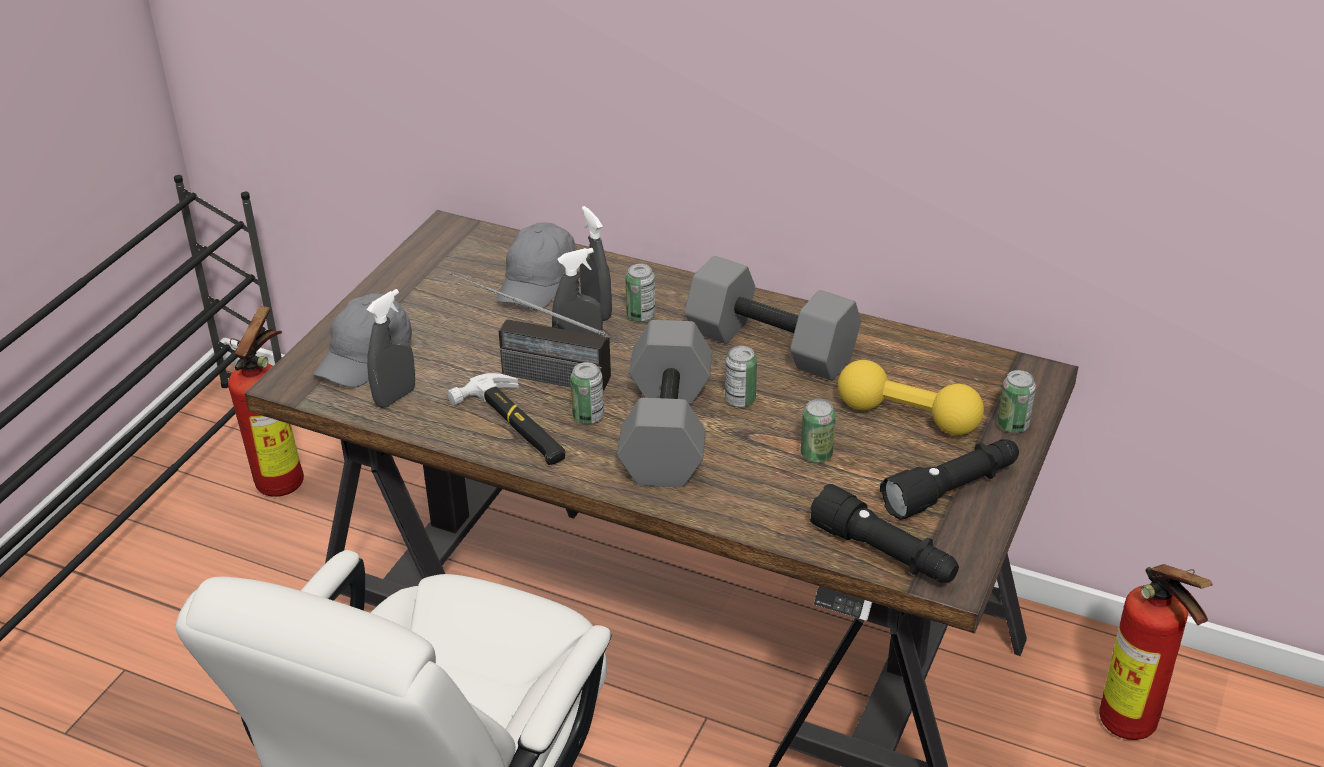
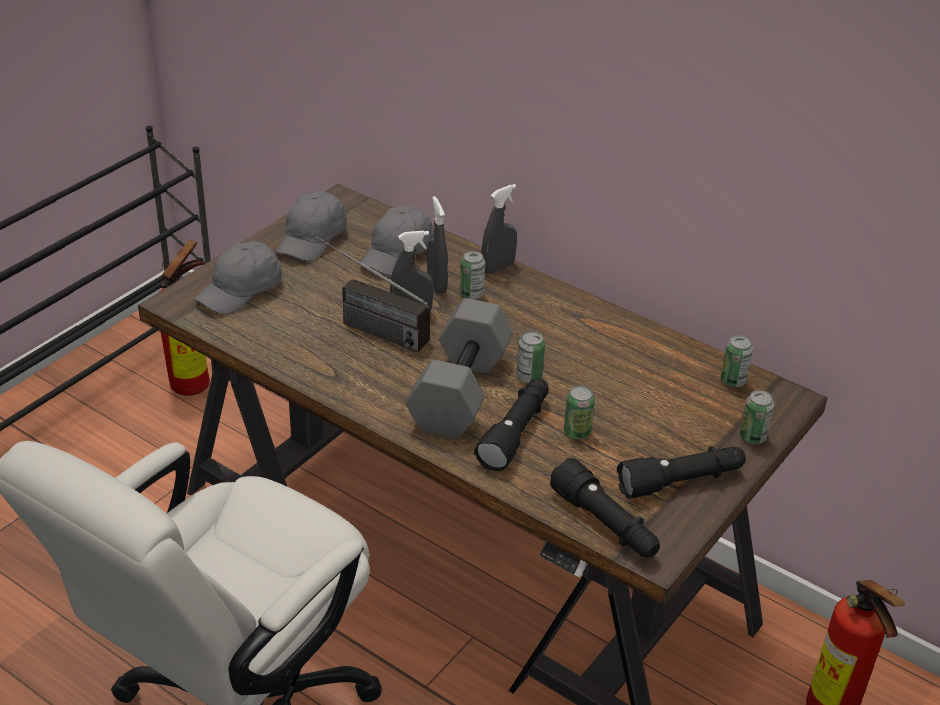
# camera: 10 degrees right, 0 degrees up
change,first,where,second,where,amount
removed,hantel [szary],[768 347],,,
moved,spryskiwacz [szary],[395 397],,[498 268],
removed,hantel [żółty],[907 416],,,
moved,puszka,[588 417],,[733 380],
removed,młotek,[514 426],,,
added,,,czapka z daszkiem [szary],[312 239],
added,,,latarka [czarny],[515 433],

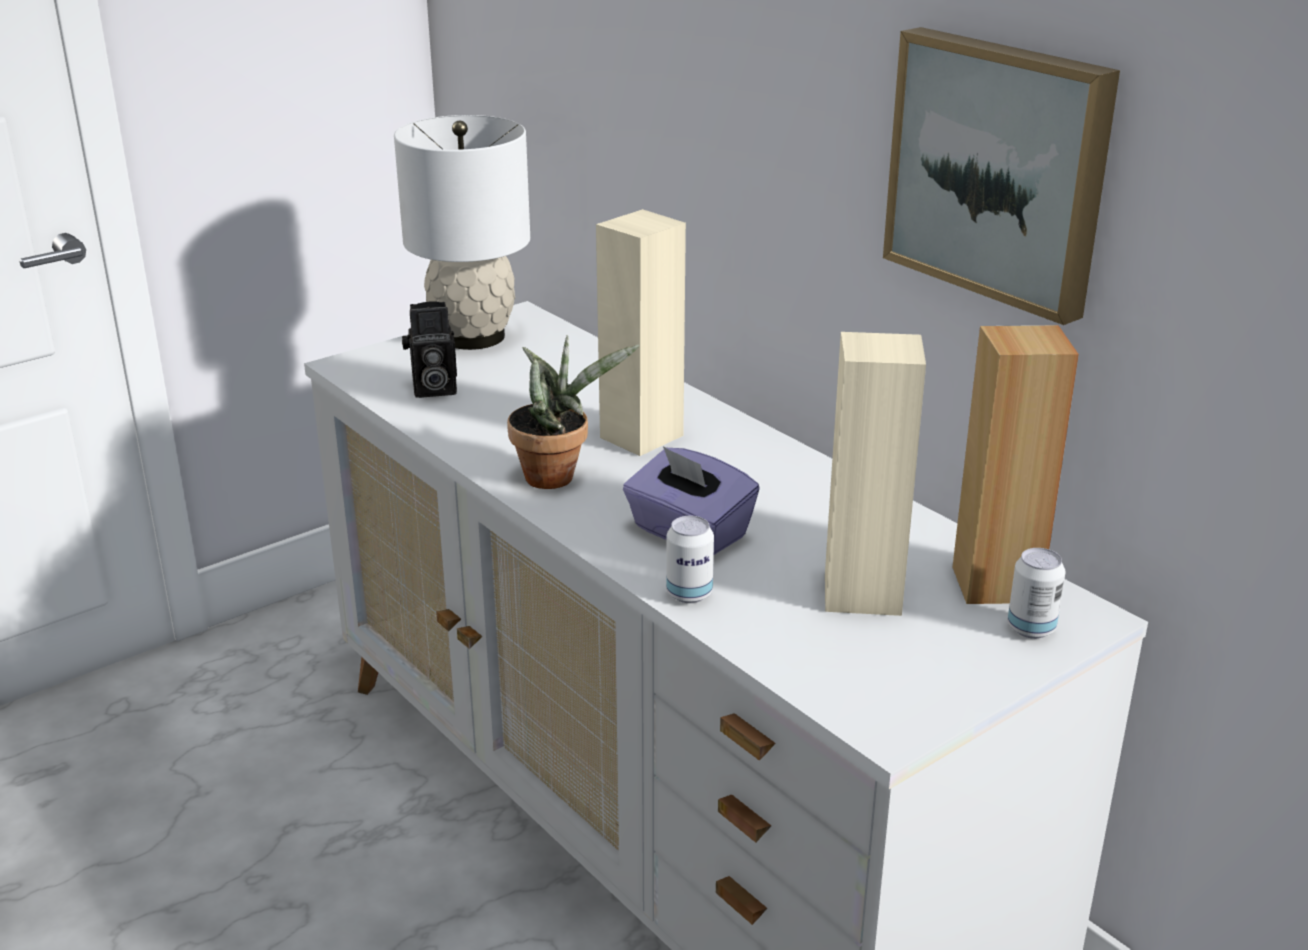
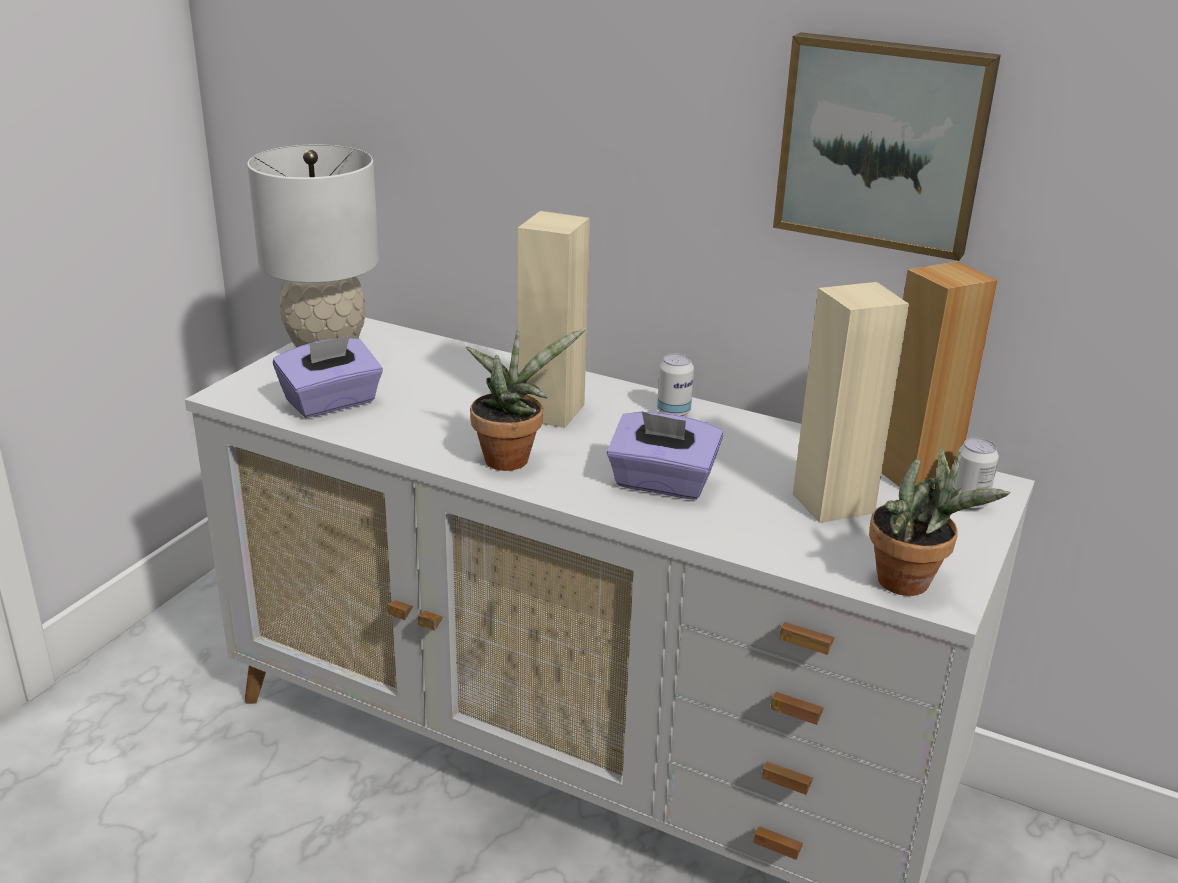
# camera: 25 degrees left, 0 degrees up
change,first,where,second,where,amount
replaced,aparat fotograficzny,[432 389],pudełko chusteczek [fioletowy],[331 403],
moved,puszka,[689 594],,[673 412],
added,,,roślina doniczkowa,[912 584],

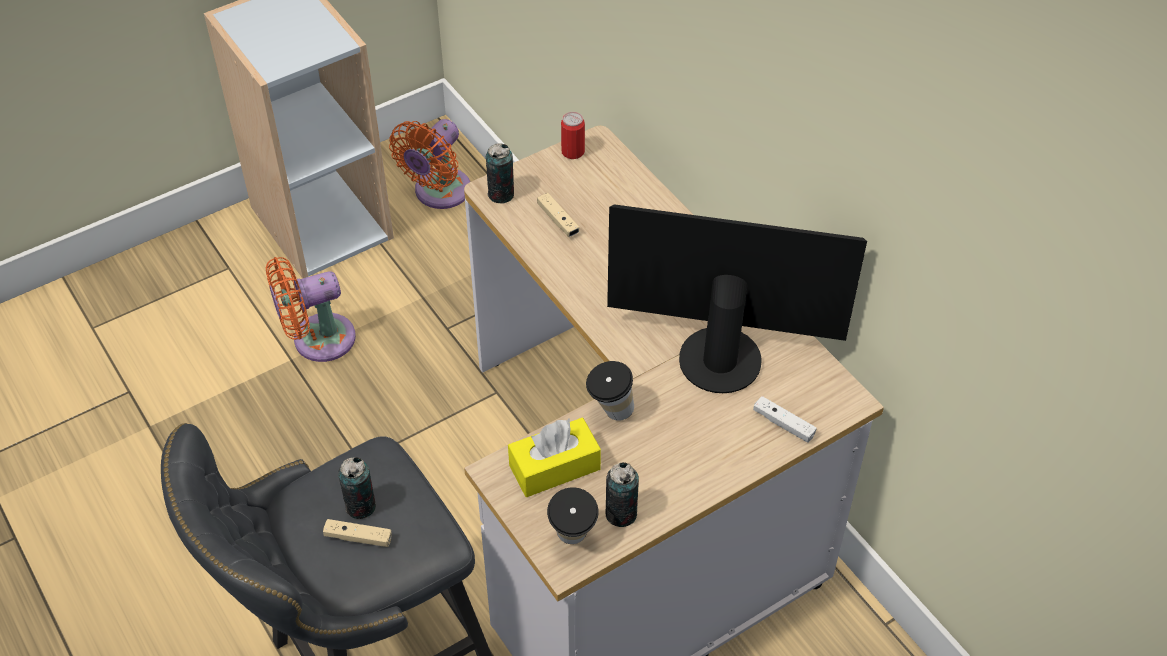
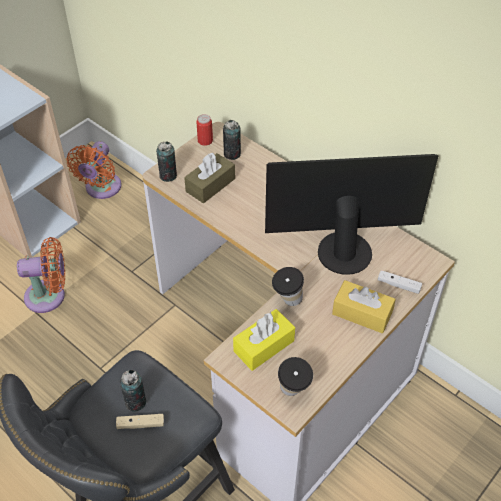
# camera: 15 degrees left, 0 degrees up
change,first,where,second,where,amount
replaced,pad do gier [beżowy],[558 220],pudełko chusteczek [brązowy],[210 185],
turned,wentylator [pomarańczowy],[317 340],,[49 296],150 degrees counterclockwise
moved,puszka,[621 514],,[232 154],
added,,,pudełko chusteczek [żółty],[362 313],

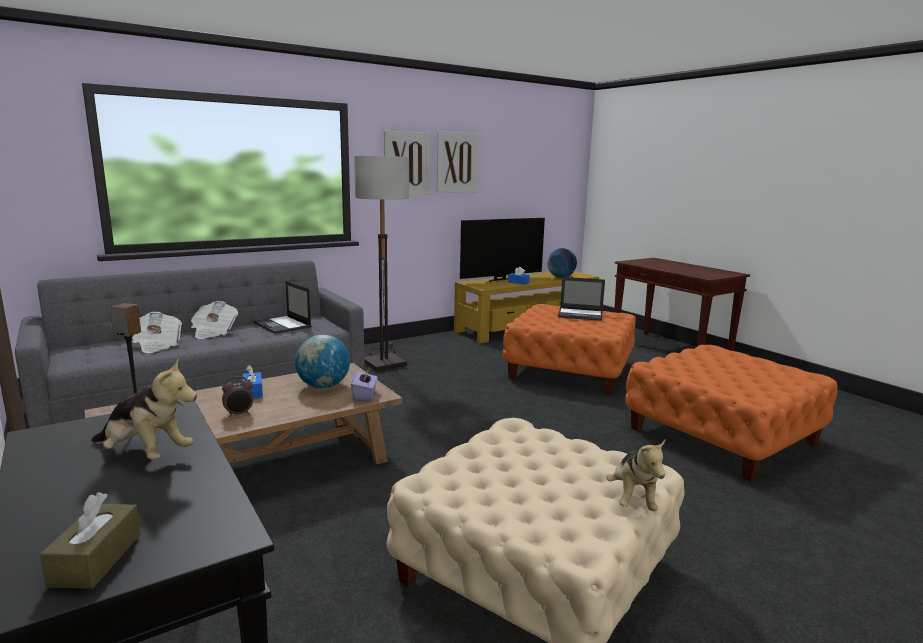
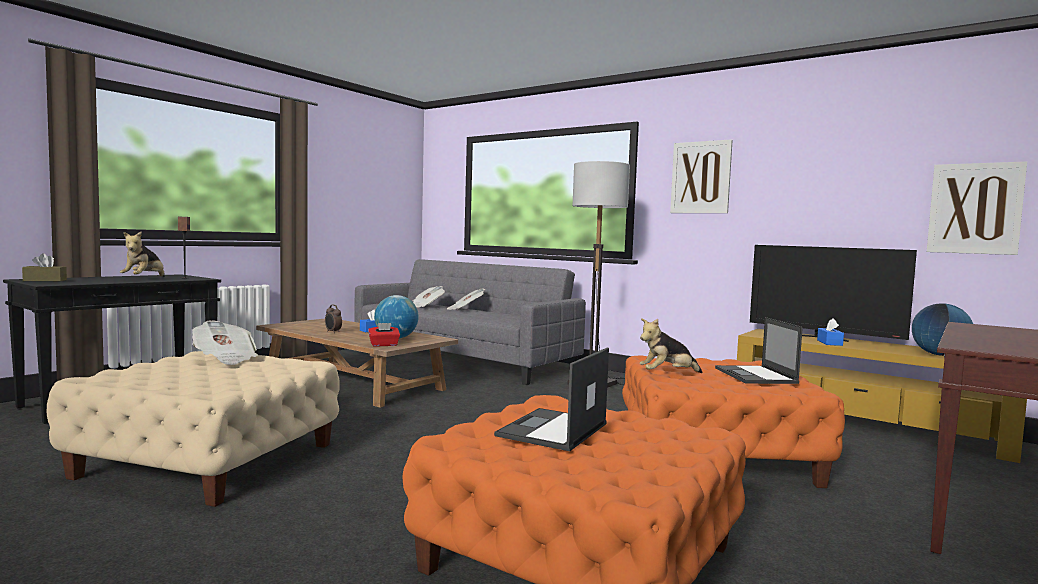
# camera: 70 degrees right, 10 degrees down
change,first,where,second,where,amount
moved,obraz,[457 162],,[974 208],
moved,laptop,[283 325],,[552 430],
recoloured,pudełko chusteczek [fioletowy],[365 395],pudełko chusteczek [czerwony],[384 345],
moved,pluszak,[632 499],,[667 374],
added,,,gazeta,[225 359],

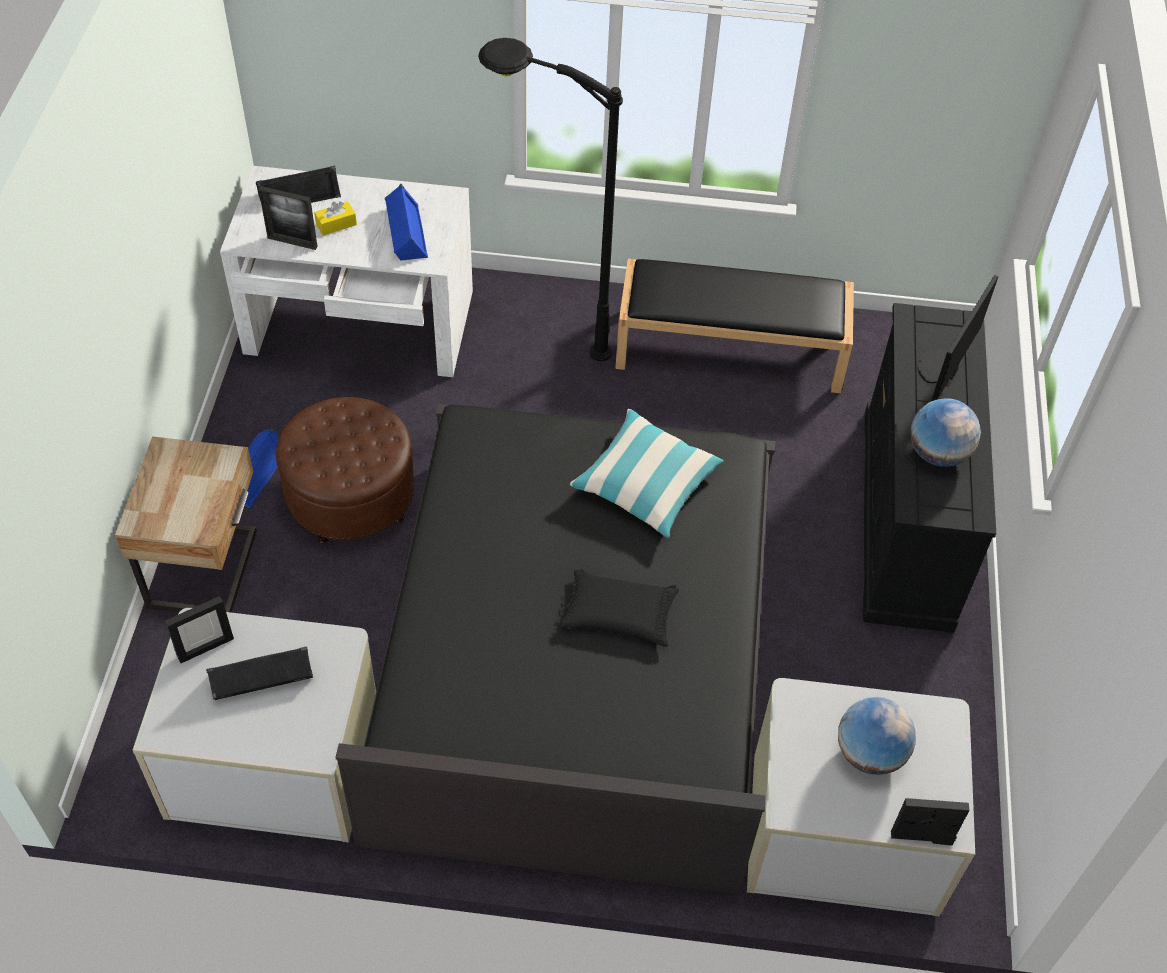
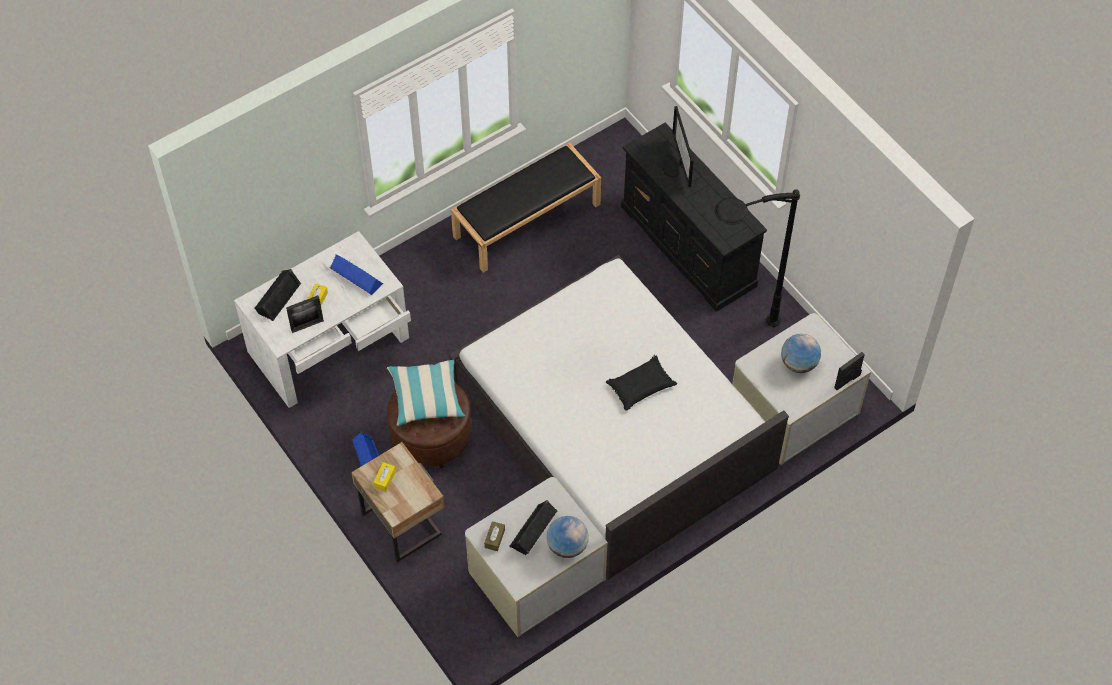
# camera: 40 degrees left, 5 degrees up
change,first,where,second,where,amount
moved,lampa stojąca [czarny],[535 334],,[731 335],
moved,globus,[937 453],,[567 546],
recoloured,łóżko [czarny],[575 657],łóżko [biały],[612 426],
moved,poduszka,[646 483],,[426 397],
replaced,ramka na zdjęcie,[205 647],pudełko chusteczek [brązowy],[494 538],
added,,,pudełko chusteczek [żółty],[384 479],

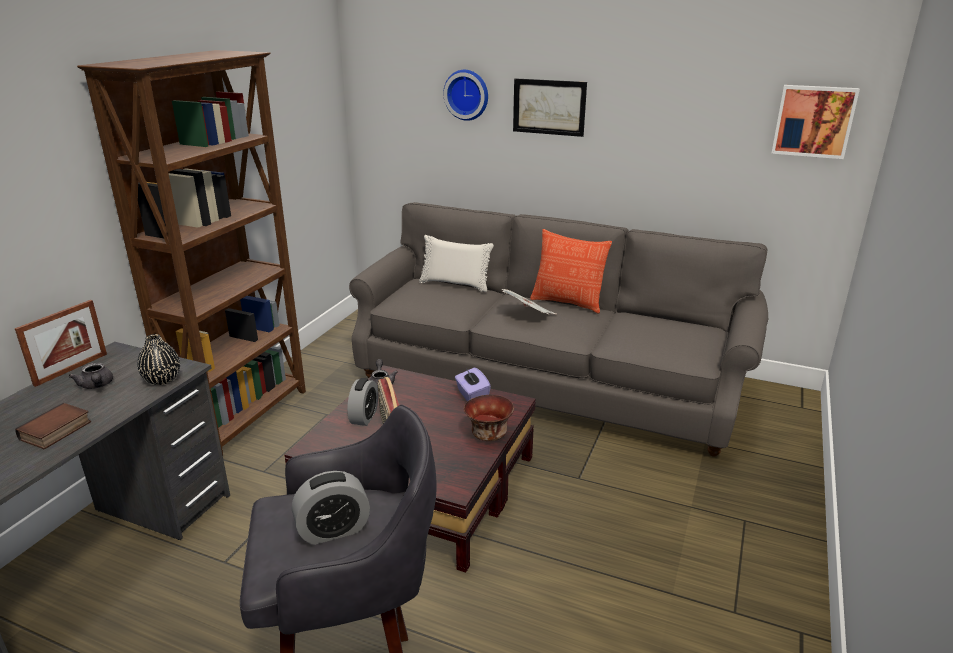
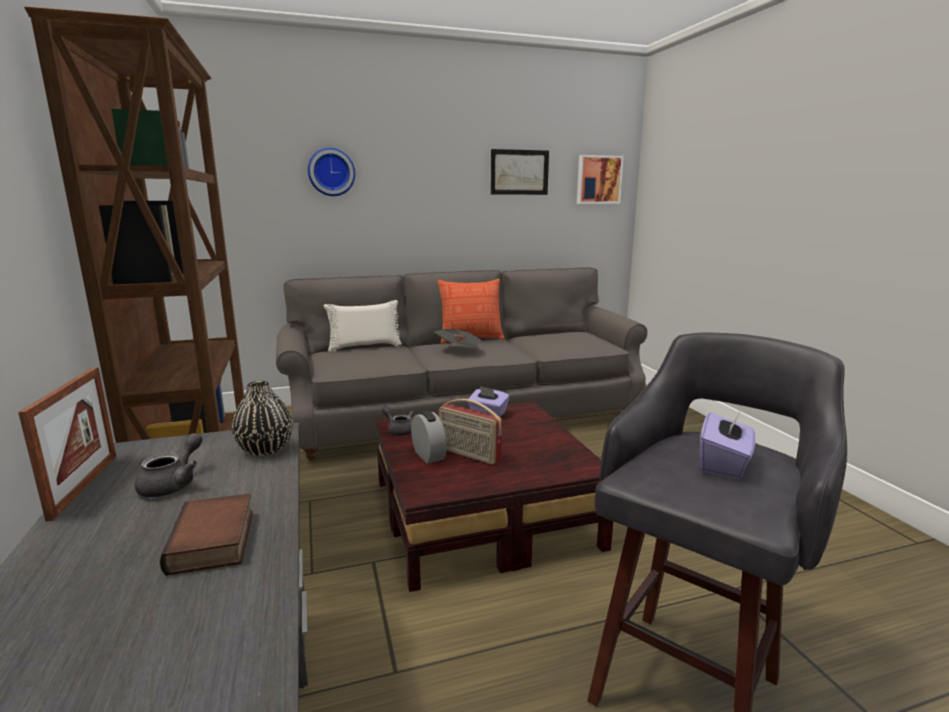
# camera: 40 degrees left, 10 degrees down
change,first,where,second,where,amount
moved,obraz,[549 107],,[519 172],
turned,imbryk [szary],[96 386],,[174 484],90 degrees counterclockwise
removed,miska,[489 435],,,
replaced,budzik,[333 530],pudełko chusteczek [fioletowy],[724 464],

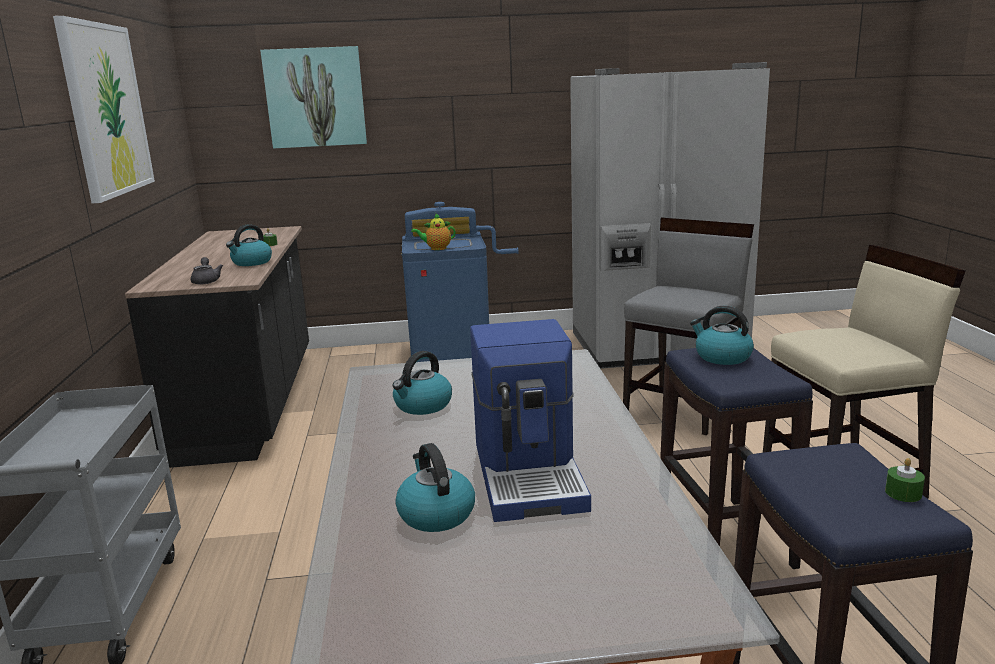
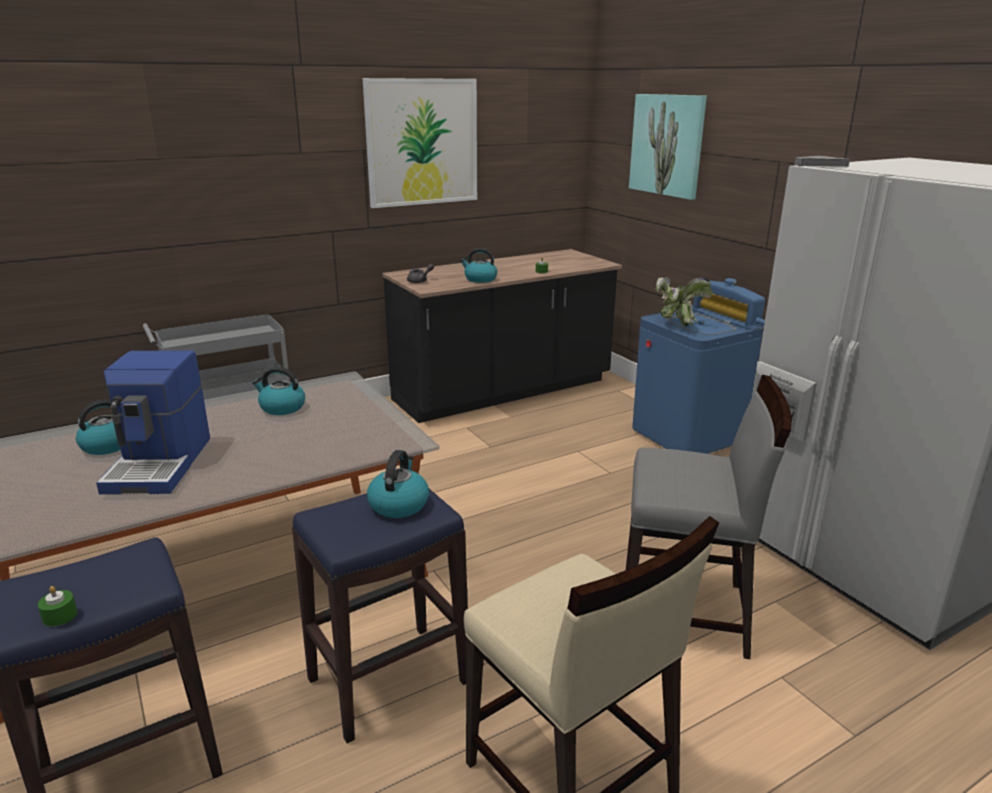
# camera: 65 degrees right, 5 degrees up
change,first,where,second,where,amount
replaced,imbryk,[436 248],roślina doniczkowa,[676 324],
turned,ekspres do kawy,[530 474],,[161 464],60 degrees counterclockwise

